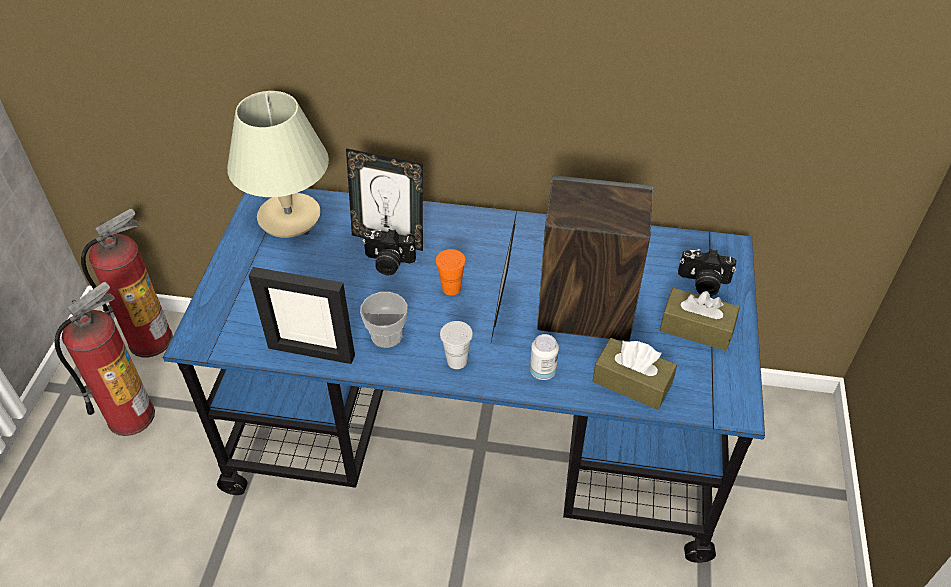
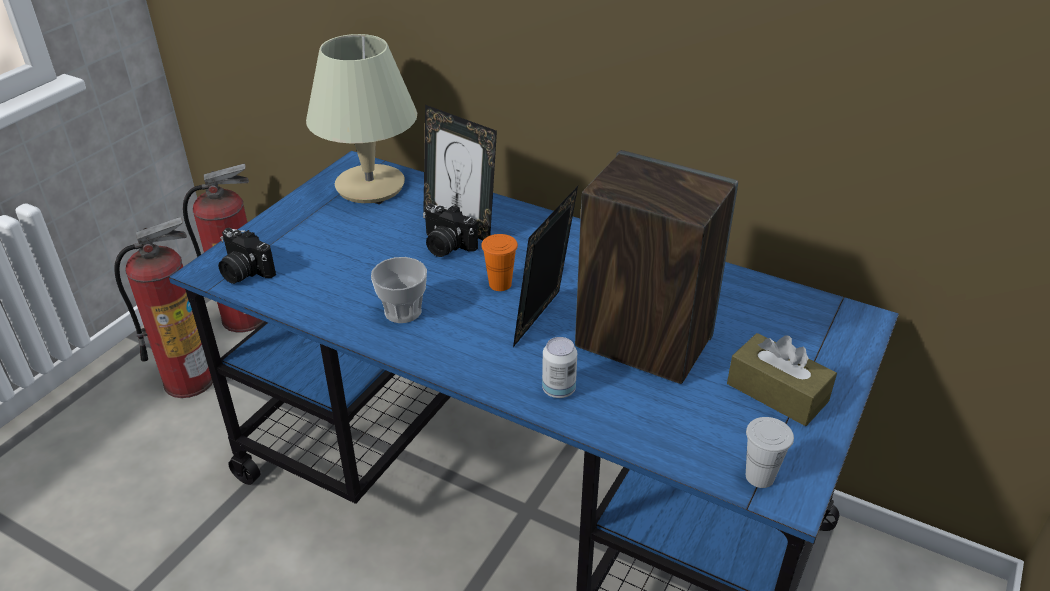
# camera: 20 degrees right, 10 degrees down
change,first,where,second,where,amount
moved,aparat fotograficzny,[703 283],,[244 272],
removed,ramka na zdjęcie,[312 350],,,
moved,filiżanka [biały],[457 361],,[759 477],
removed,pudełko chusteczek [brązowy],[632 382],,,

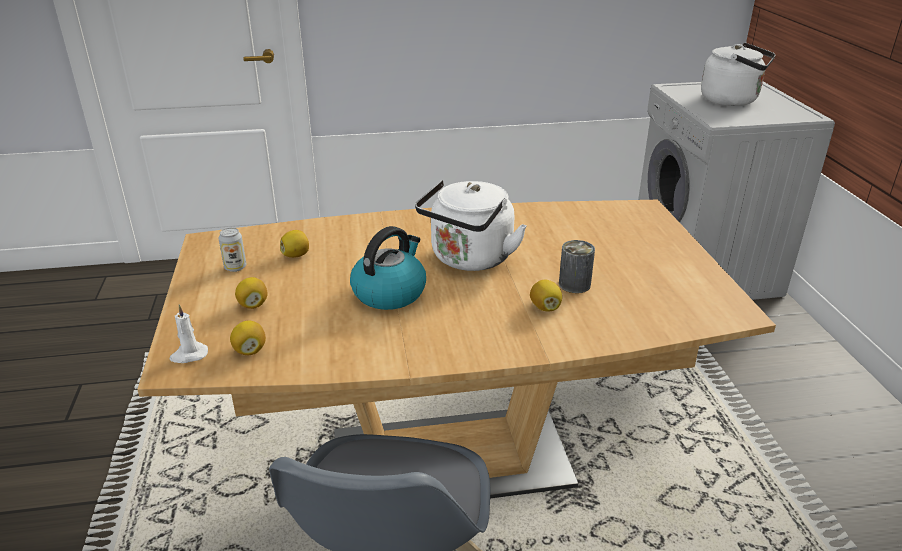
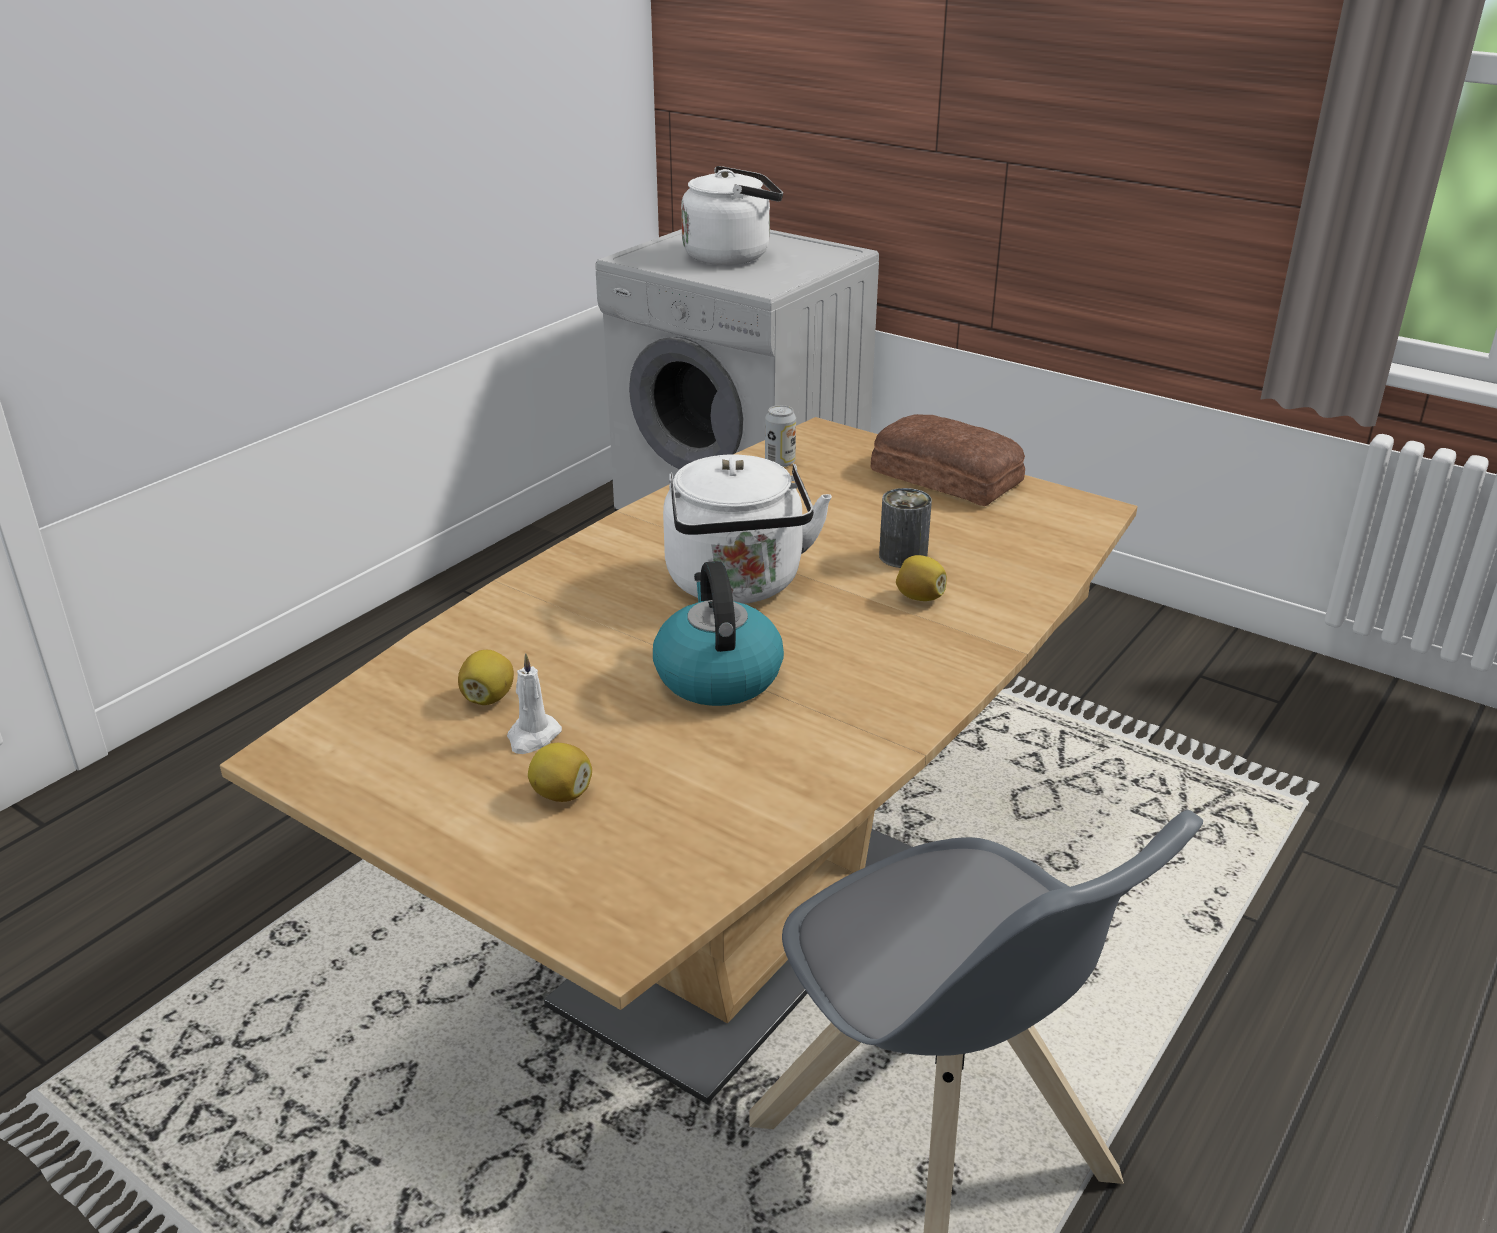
# camera: 45 degrees left, 0 degrees up
change,first,where,second,where,amount
moved,puszka,[235 267],,[780 462],
moved,świeca [biały],[189 355],,[532 737],
removed,cytryna,[250 350],,,
added,,,chleb,[946 475],

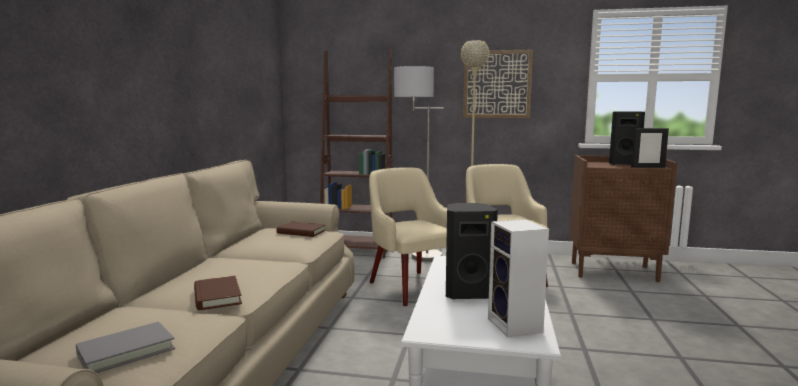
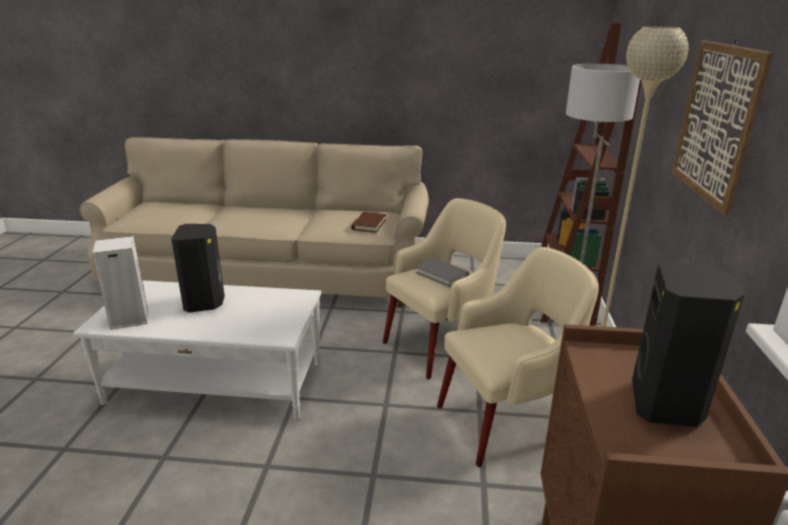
# camera: 85 degrees right, 15 degrees up
change,first,where,second,where,amount
removed,ramka na zdjęcie,[647 167],,,
removed,książka [brązowy],[217 296],,,
moved,książka [szary],[126 351],,[442 275],

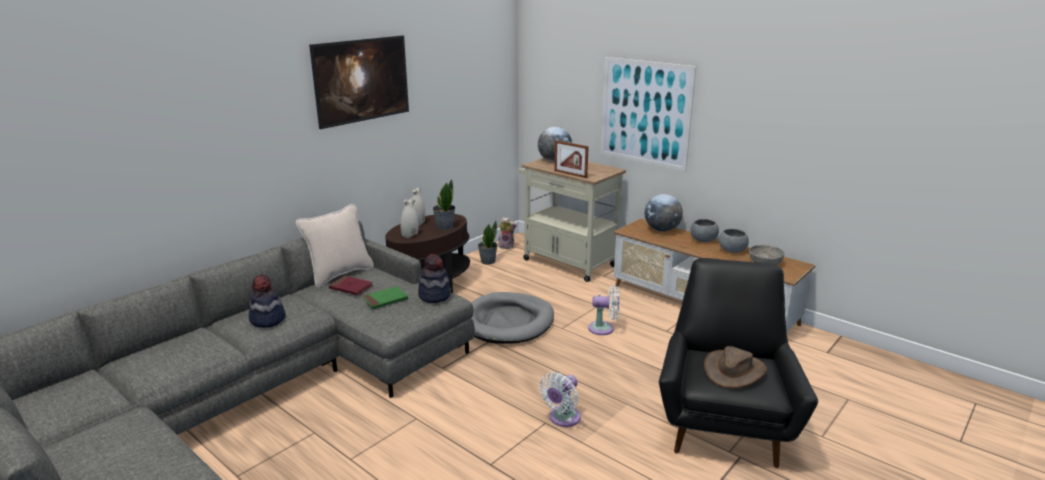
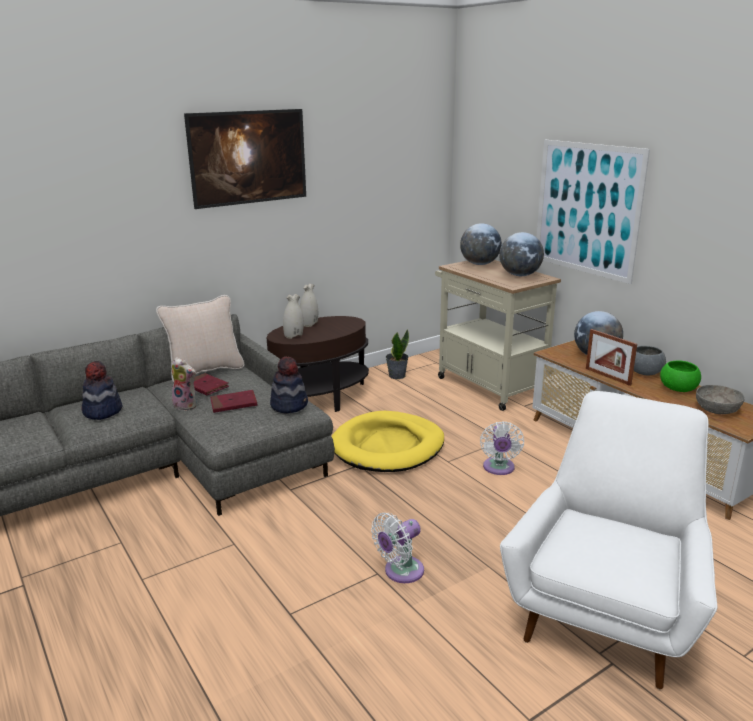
# camera: 15 degrees right, 0 degrees up
change,first,where,second,where,amount
moved,ramka na zdjęcie,[570 174],,[607 376],
removed,roślina doniczkowa,[444 227],,,
moved,pluszak,[507 246],,[187 405],
recoloured,miska [szary],[732 250],miska [zielony],[678 389],
recoloured,fotel [czarny],[723 425],fotel [biały],[604 616],
turned,wentylator [biały],[604 329],,[499 468],75 degrees clockwise
recoloured,książka [zielony],[385 300],książka [czerwony],[233 404],
recoloured,legowisko [szary],[508 322],legowisko [żółty],[388 446],
removed,kapelusz [brązowy],[734 370],,,
added,,,globus,[520 275],

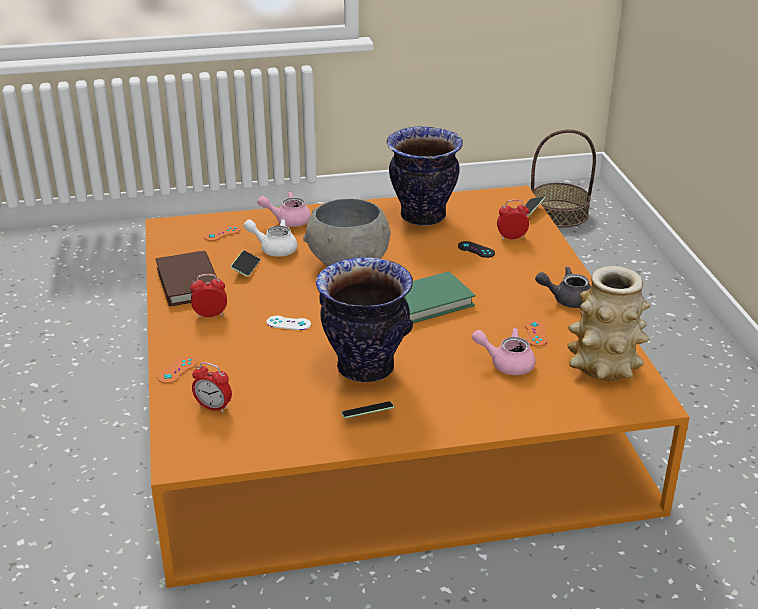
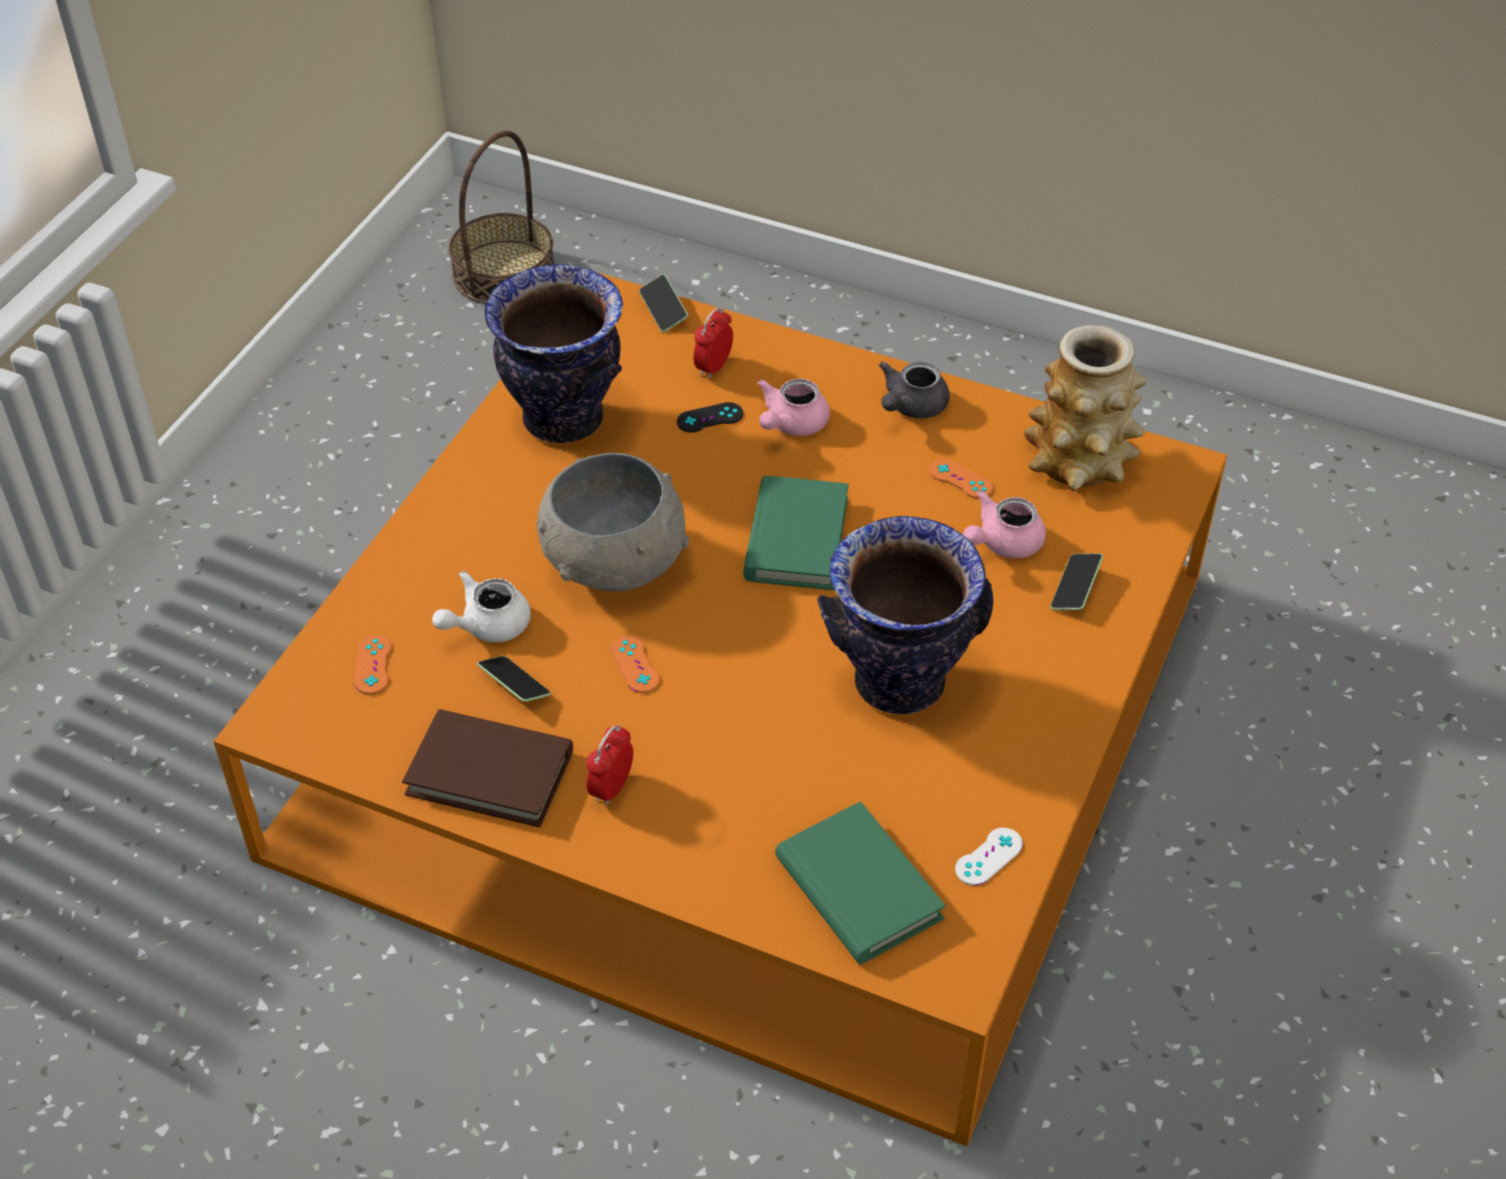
# camera: 55 degrees left, 15 degrees up
change,first,where,second,where,amount
moved,imbryk [różowy],[288 220],,[791 424],
moved,pad do gier [biały],[288 323],,[988 857],
moved,pad do gier [pomarańczowy],[177 370],,[635 664],
replaced,budzik,[213 407],książka [zielony],[858 888],
moved,telefon,[367 416],,[1075 589],

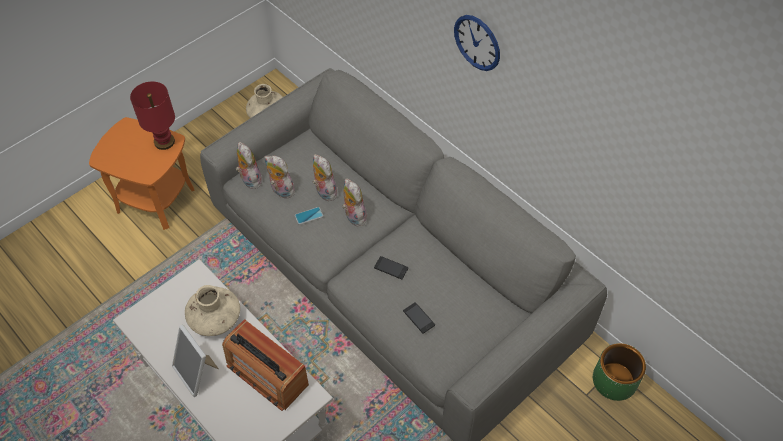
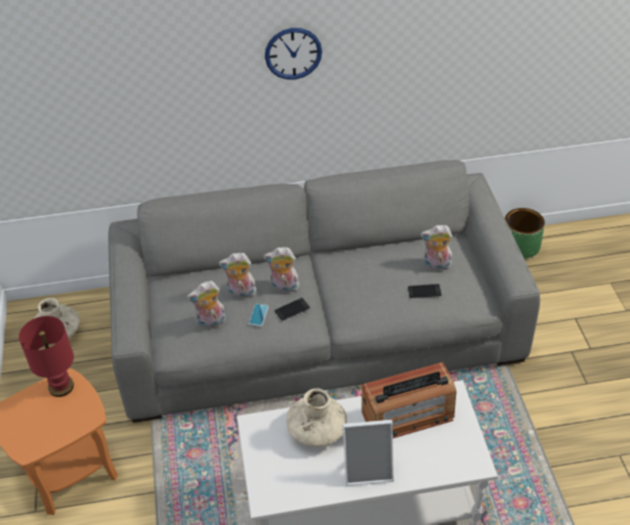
# camera: 55 degrees left, 10 degrees down
change,first,where,second,where,amount
moved,pluszak,[249 179],,[436 266],
moved,telefon,[391 268],,[292 309],

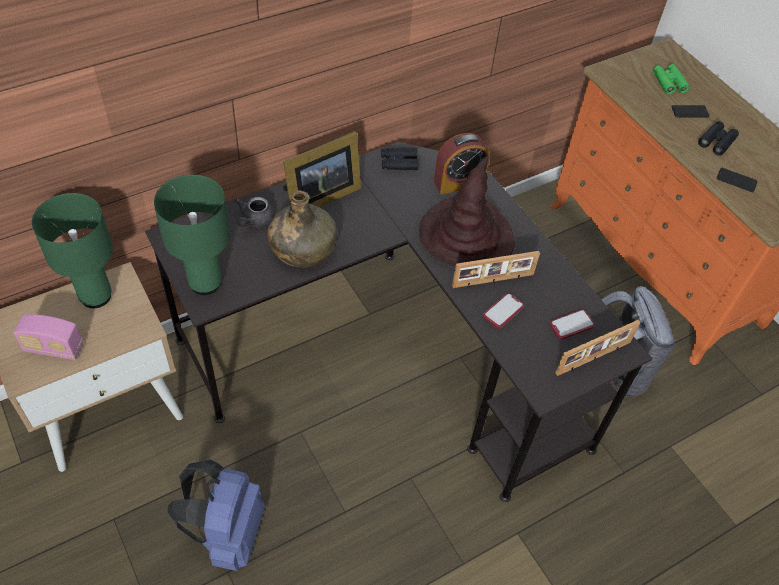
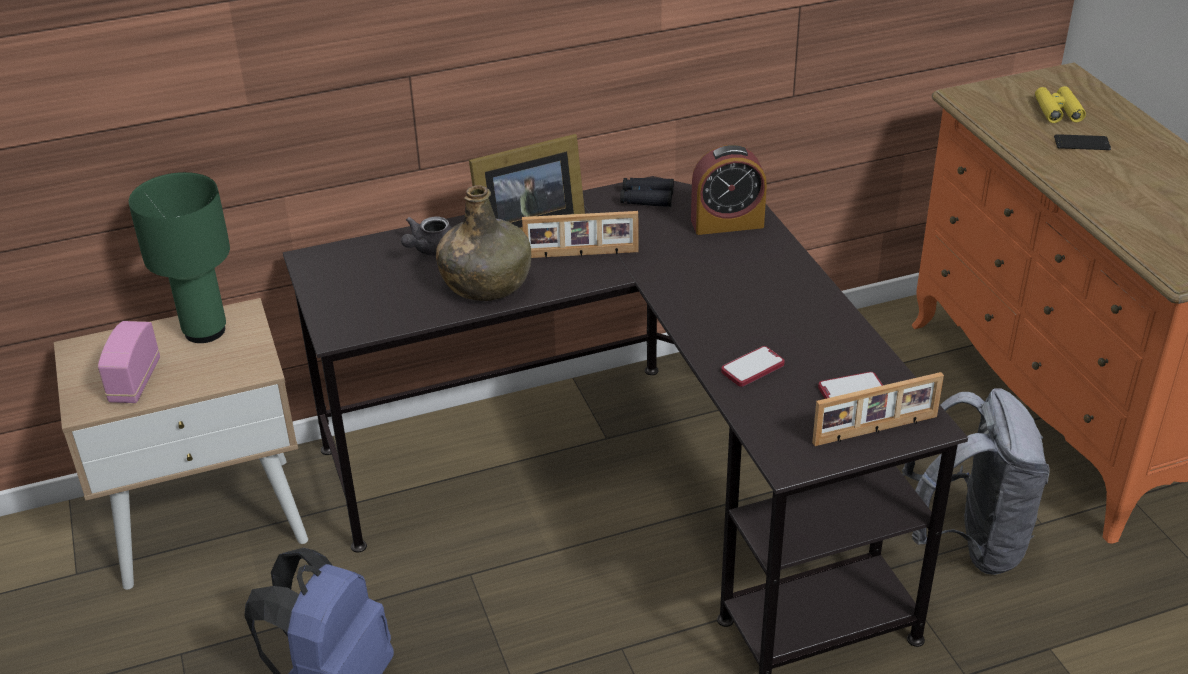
# camera: 15 degrees right, 15 degrees down
change,first,where,second,where,amount
recoloured,lornetka [zielony],[668 82],lornetka [żółty],[1057 110],
removed,lornetka [czarny],[716 142],,,
removed,kapelusz [brązowy],[466 235],,,
removed,telefon,[736 180],,,
removed,lampa stołowa [zielony],[206 282],,,
moved,ramka na zdjęcie,[493 281],,[581 255],
turned,radio,[54 348],,[135 381],75 degrees clockwise

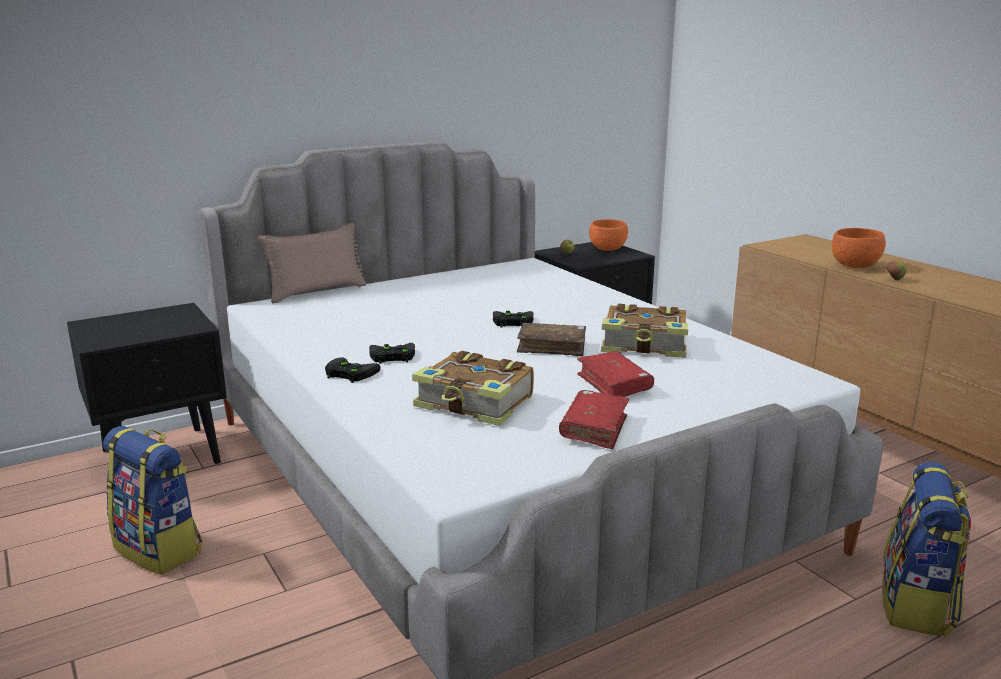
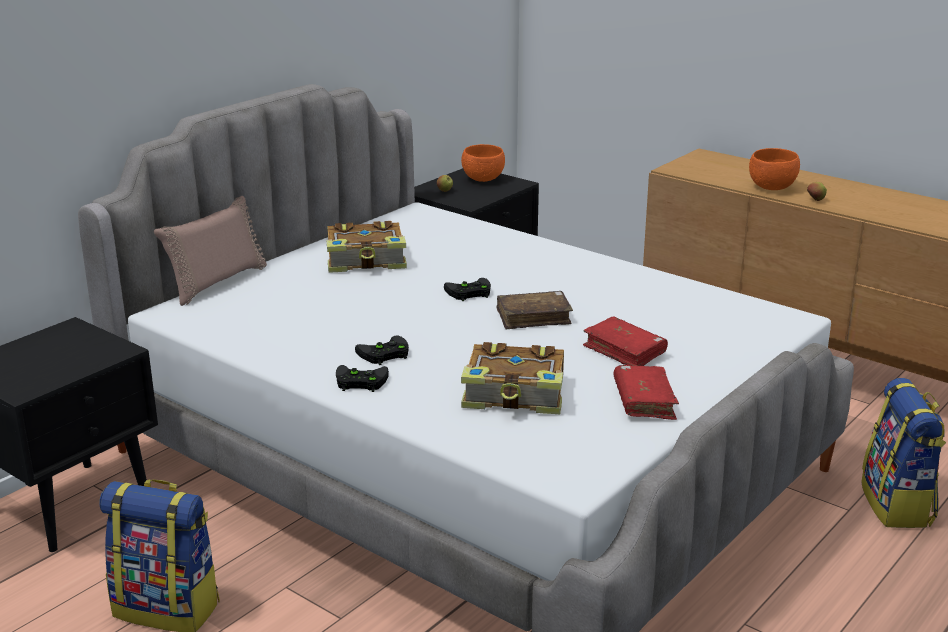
# camera: 20 degrees left, 5 degrees up
change,first,where,second,where,amount
moved,książka,[645 345],,[367 260],

